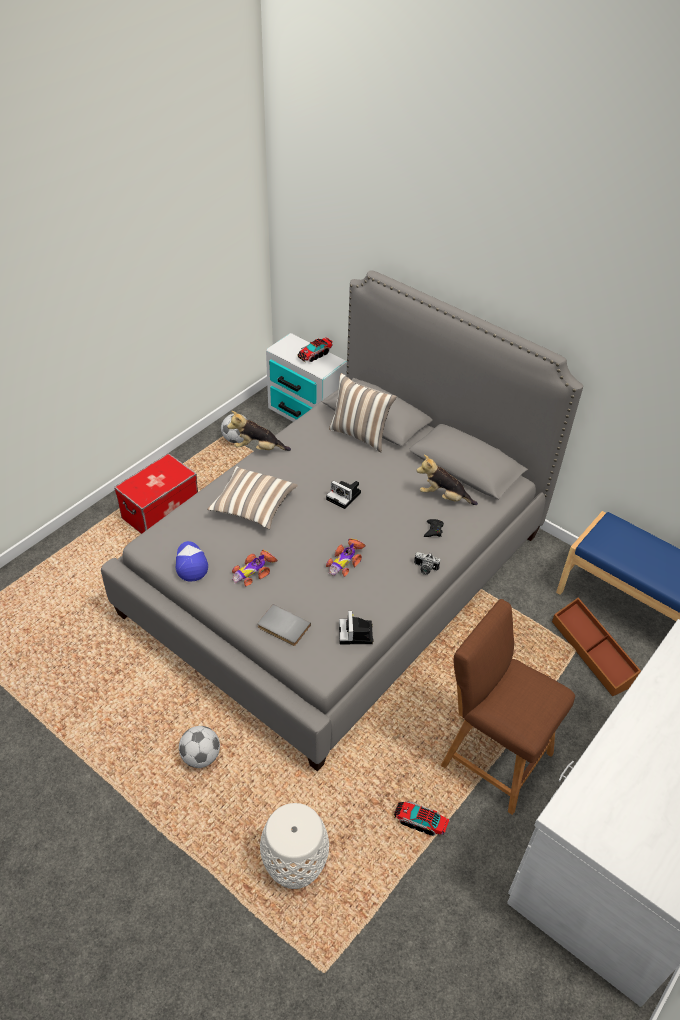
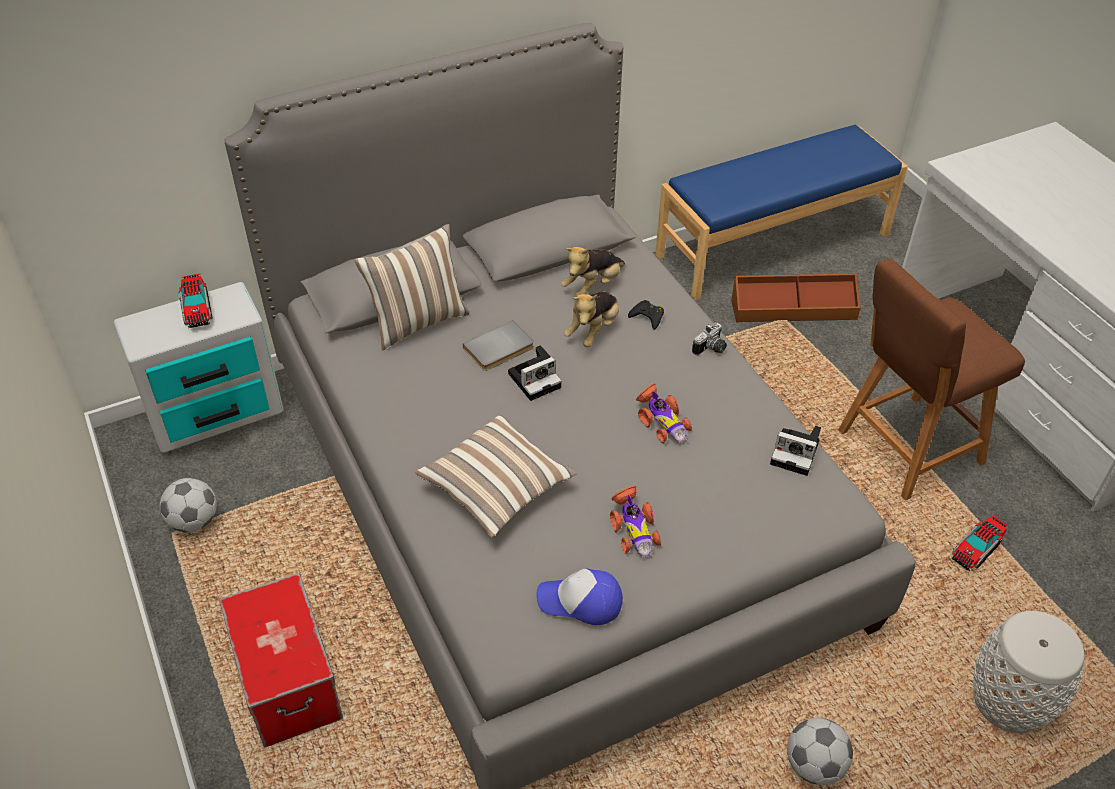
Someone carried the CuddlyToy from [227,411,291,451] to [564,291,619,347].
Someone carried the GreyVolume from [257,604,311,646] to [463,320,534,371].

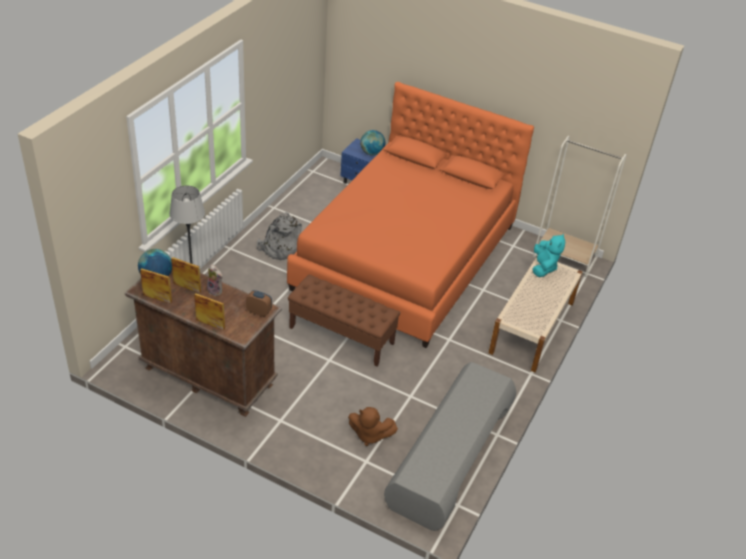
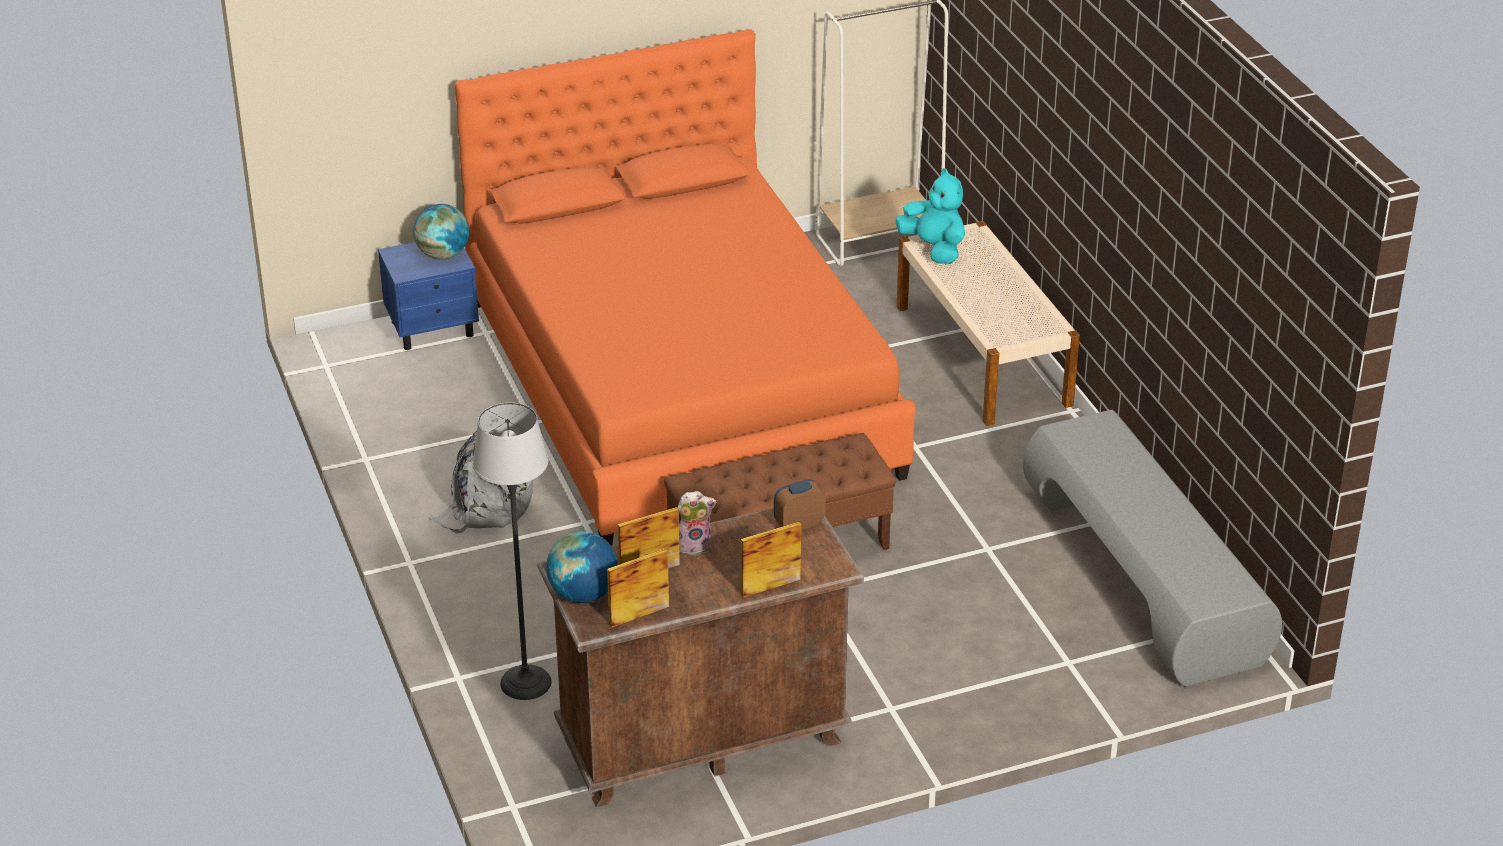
Someone took away the BrownCuddlyToy at [348,407,398,446].

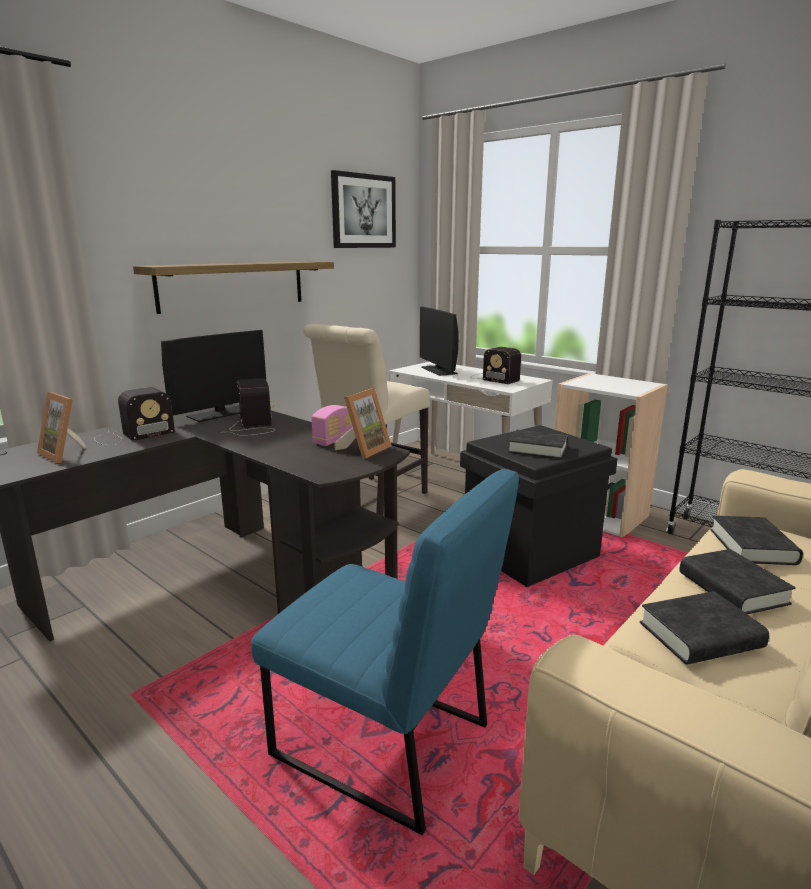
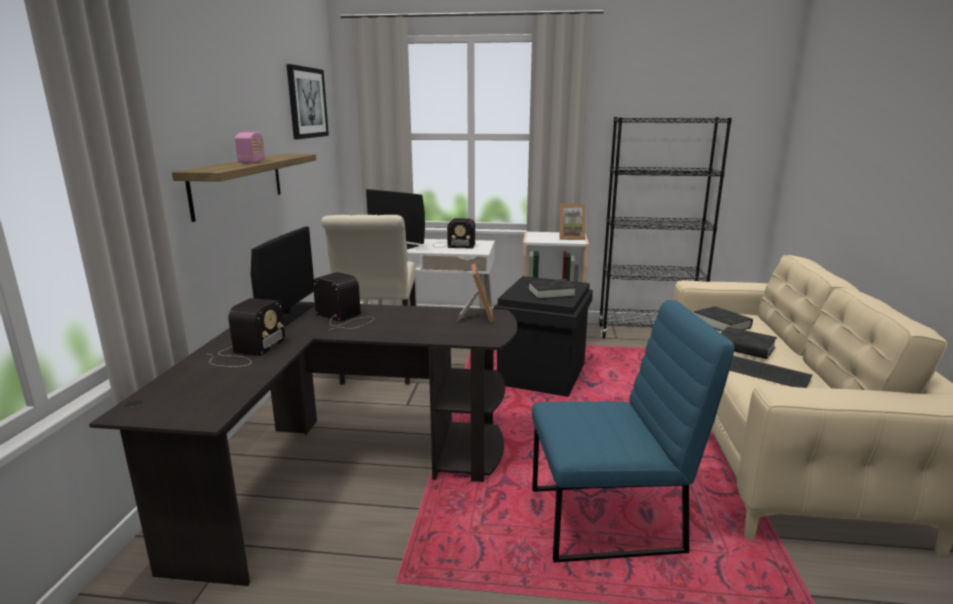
Someone carried the StandingFrame from [37,392,85,463] to [559,204,586,240].
Someone carried the RadioSet from [312,405,353,446] to [235,132,265,164].
Someone swapped the BlackishVolume at [640,591,769,664] for the ComputerKeyboard at [729,356,813,388].

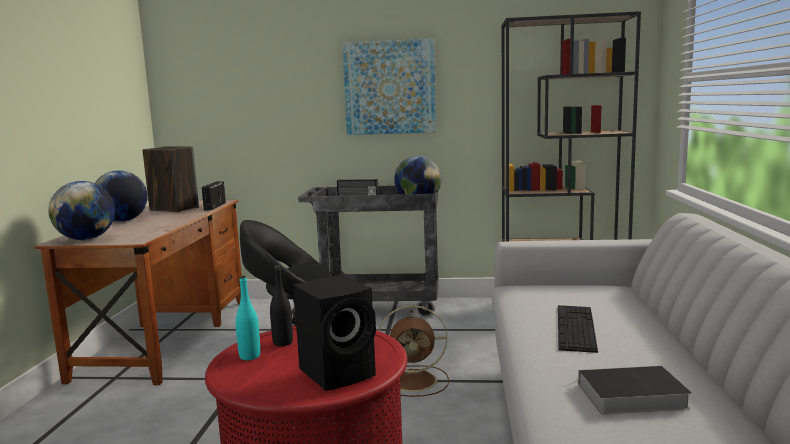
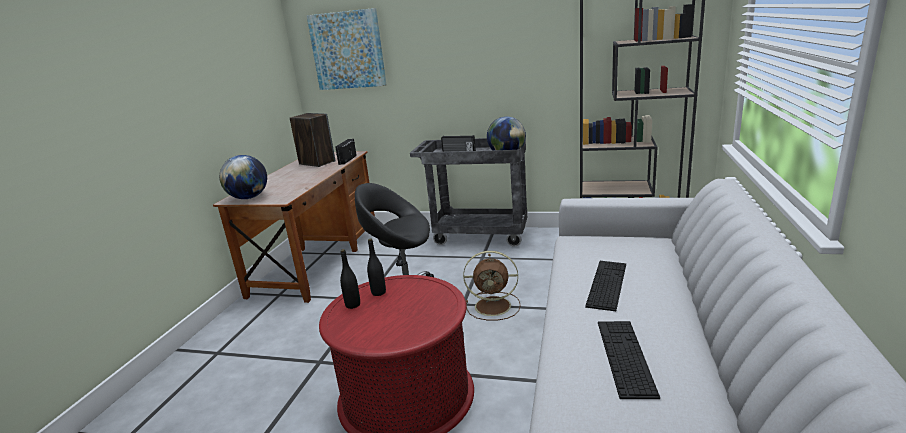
Someone took away the DeskGlobe at [95,170,148,222].
Someone took away the BlackishAudioSpeaker at [293,275,376,391].
Someone carried the WallPicture from [342,38,436,135] to [306,8,386,90].
Someone swapped the Volume at [566,365,691,414] for the ComputerKeyboard at [598,321,660,399].
Someone repainted the TurquoiseColouredBottle at [236,275,260,360], which became the BlackishBottle at [340,249,360,309].

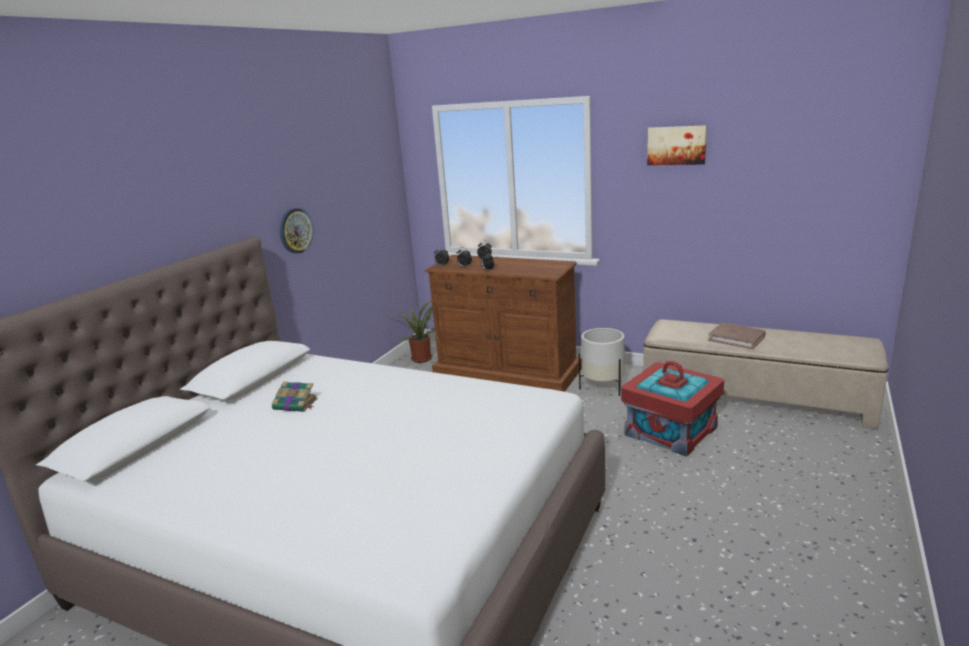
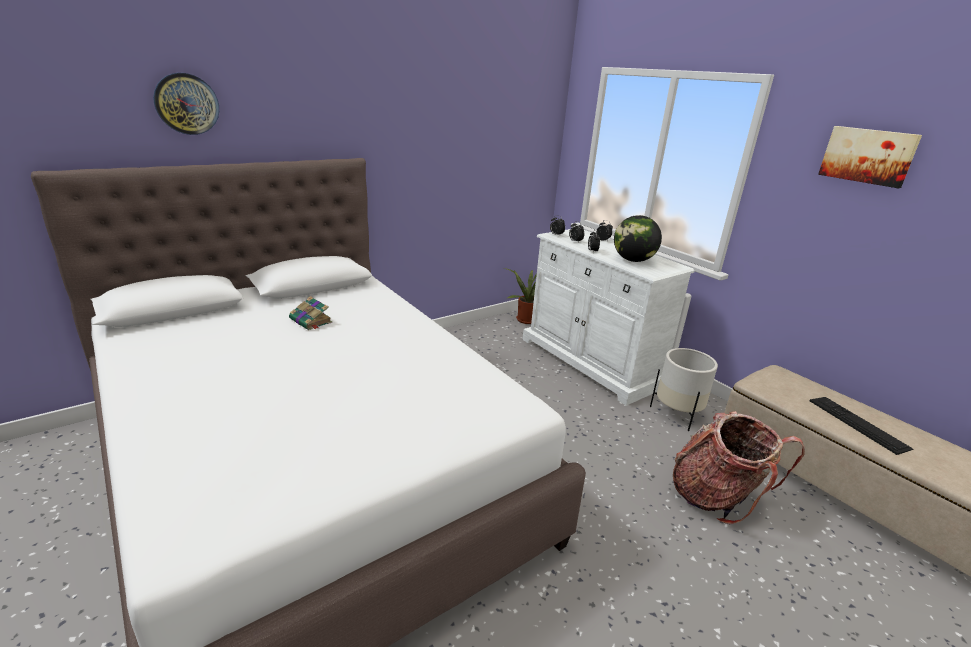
Someone put down the DeskGlobe at [614,215,662,262].
Someone carried the ClockOnTheWall from [280,208,314,254] to [153,73,219,135].
Someone swapped the RedColouredStorageBox at [621,361,724,457] for the Backpack at [673,411,805,525].
Someone swapped the BrownVolume at [708,323,765,349] for the ComputerKeyboard at [810,397,914,455].
Someone repainted the BrownChestOfDrawers at [425,255,582,392], which became the WhiteColouredChestOfDrawers at [522,229,695,406].

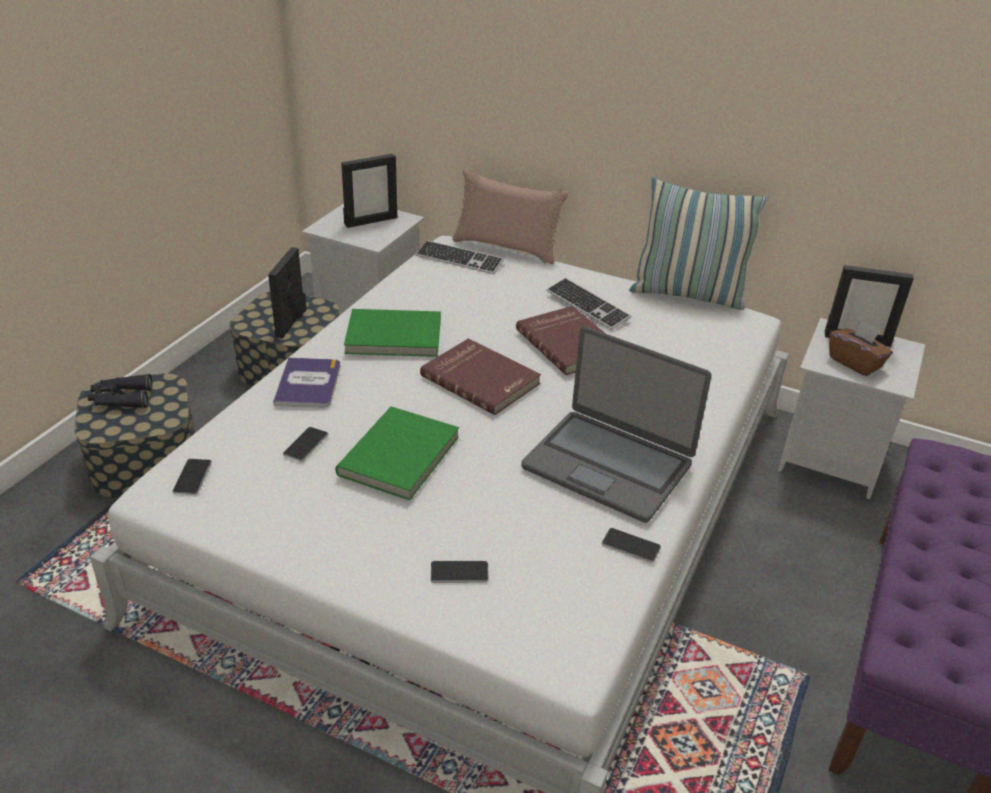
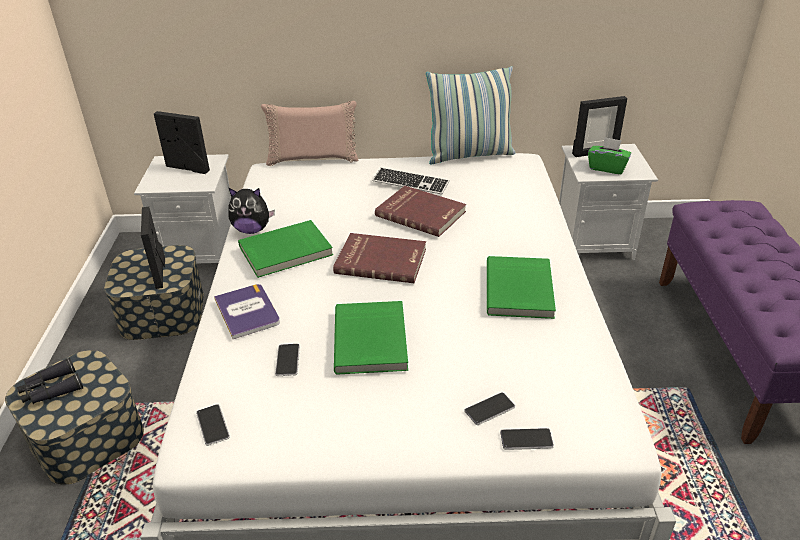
Someone took away the ComputerKeyboard at [415,240,504,274].
Someone put down the CuddlyToy at [229,188,275,234].
Someone carried the Phone from [602,528,661,563] to [500,428,554,450].
Someone swapped the Laptop at [521,326,711,523] for the GreenishVolume at [487,256,556,319].
Someone repainted the BrownTissueHolder at [829,320,893,376], which became the GreenishTissueHolder at [588,137,631,174].
Someone rotated the StandingFrame at [341,154,397,228] by 105 degrees counterclockwise.

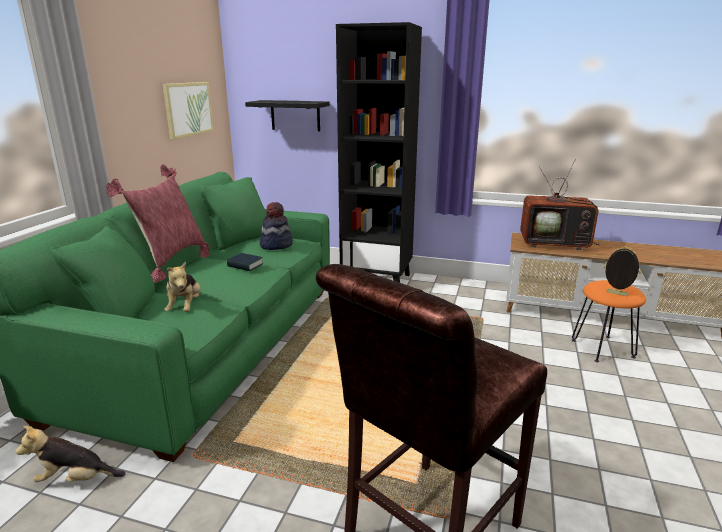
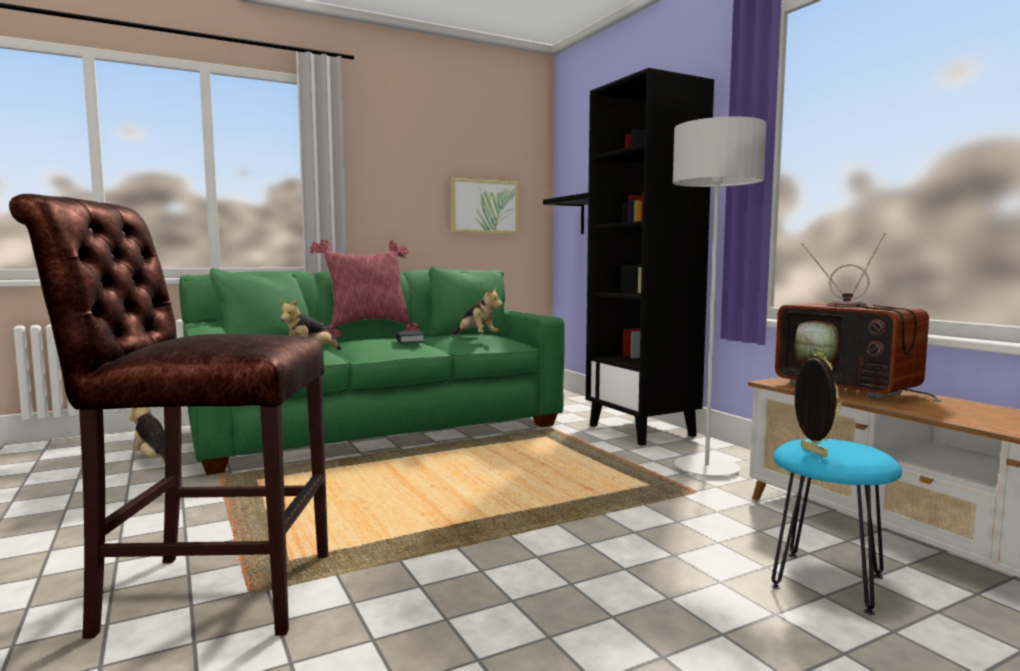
Someone put down the GreyFloorLamp at [673,116,767,477].
Someone swapped the WearableHat at [260,202,293,250] for the CuddlyToy at [452,287,503,335].
Someone repainted the OrangeColouredStool at [572,280,646,362], which became the TurquoiseColouredStool at [771,439,902,615].

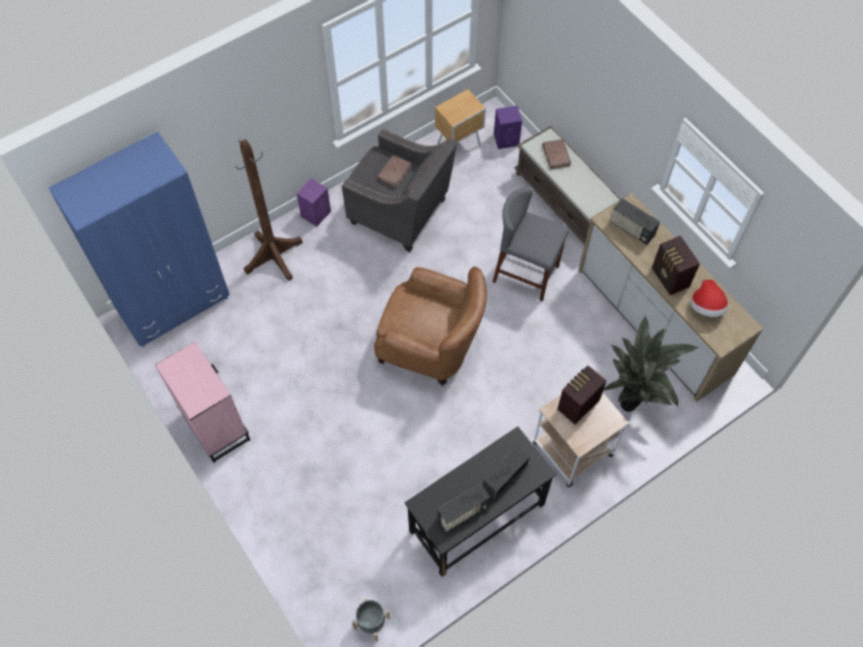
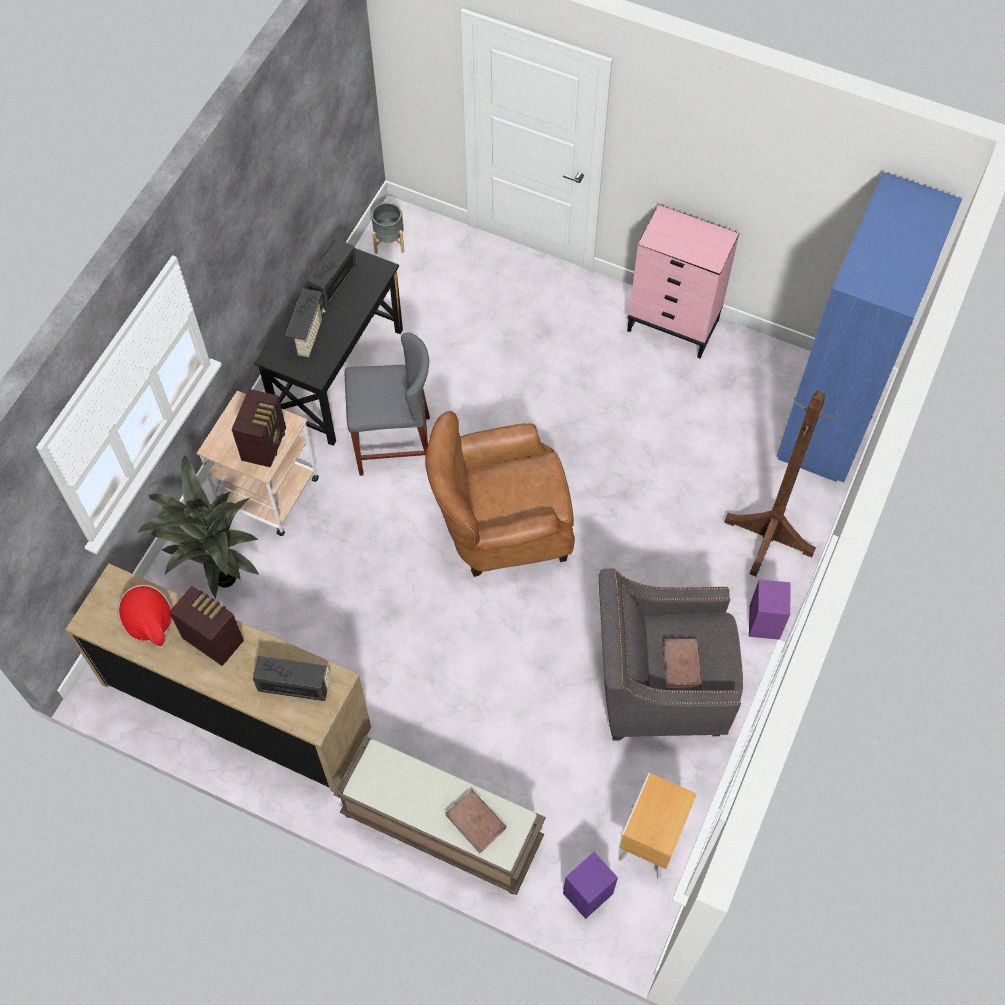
Someone carried the GreyStool from [493,188,569,301] to [345,333,430,476].

